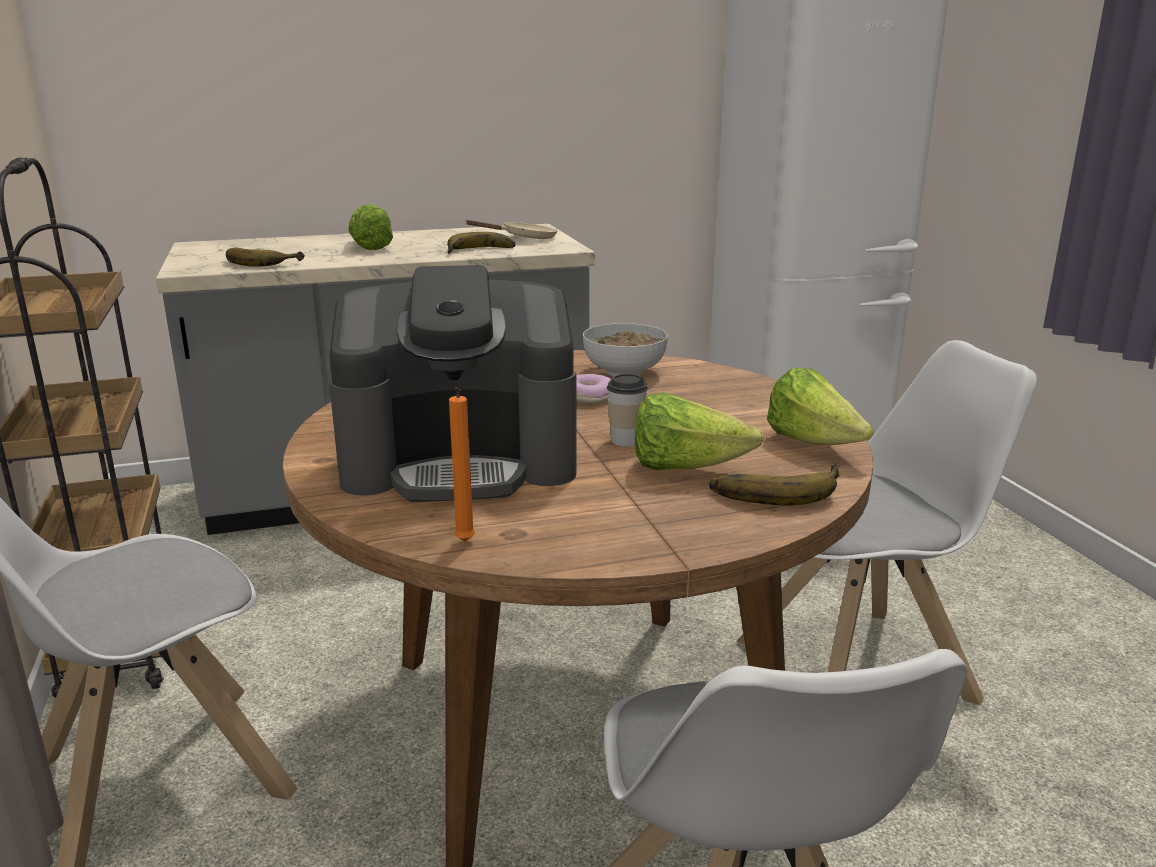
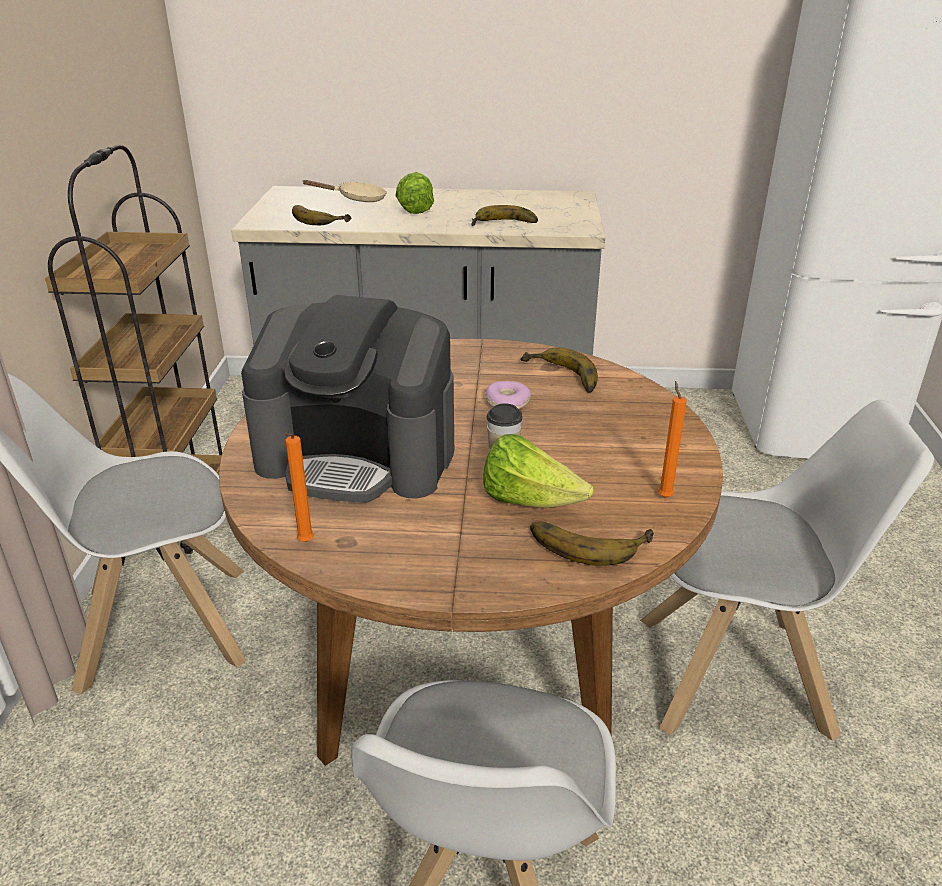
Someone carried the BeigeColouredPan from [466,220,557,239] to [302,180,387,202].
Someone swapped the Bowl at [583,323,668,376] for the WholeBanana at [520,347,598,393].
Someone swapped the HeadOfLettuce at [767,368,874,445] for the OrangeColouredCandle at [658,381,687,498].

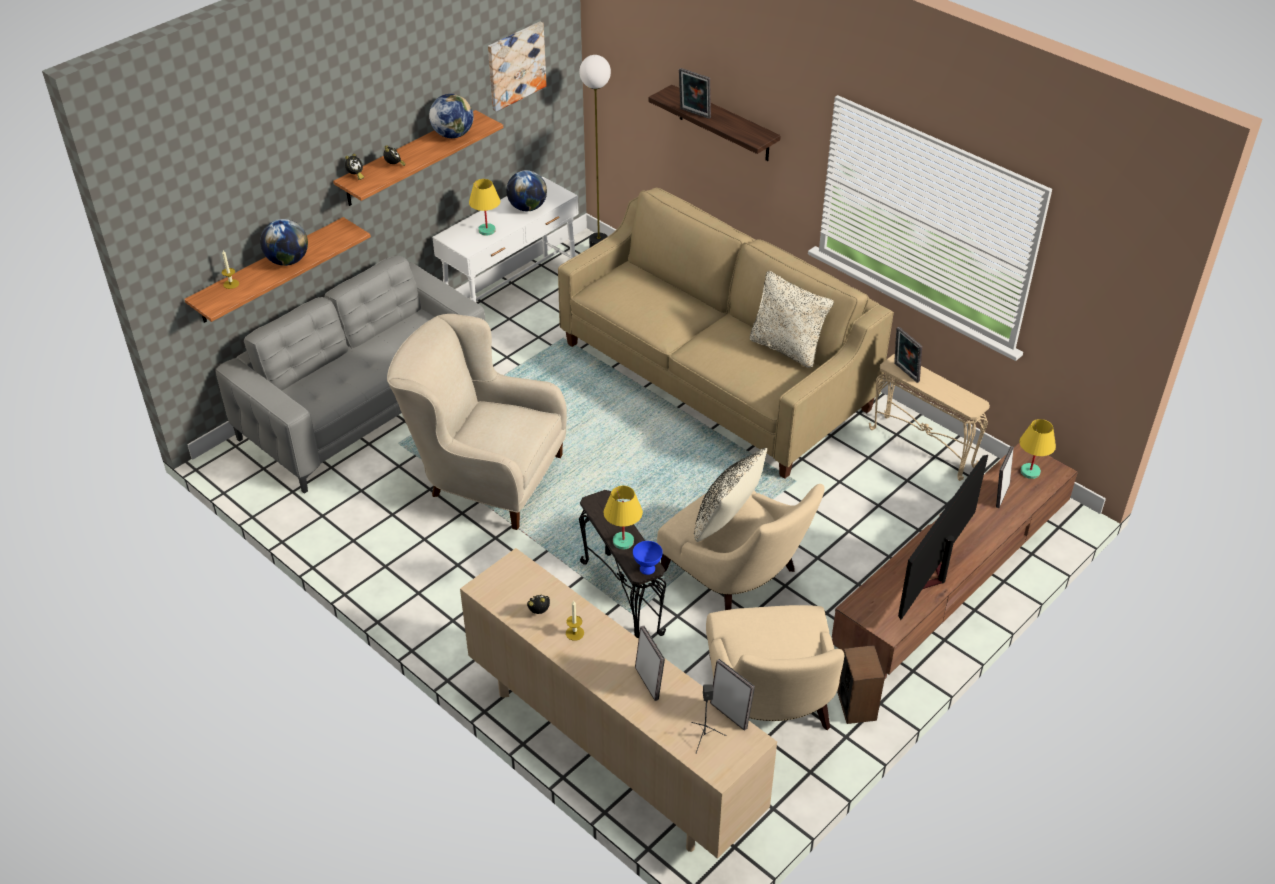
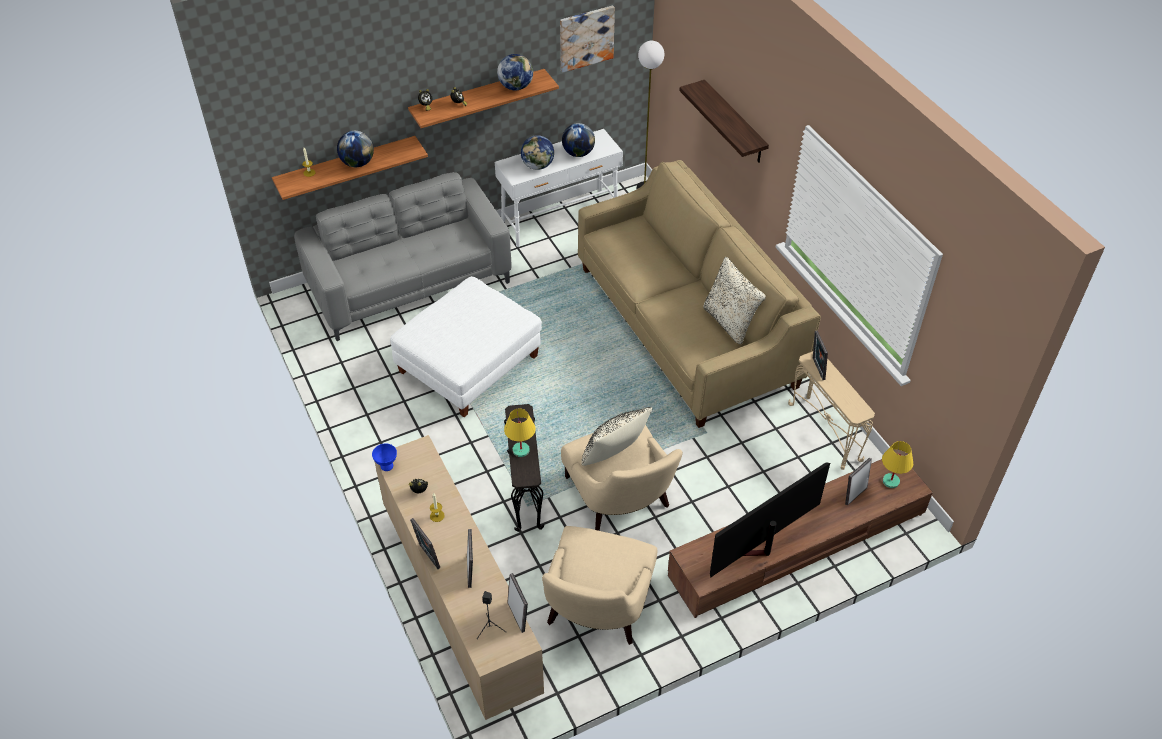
Someone took away the AudioSpeaker at [837,645,885,724].
Someone carried the BluishBowl from [633,541,663,575] to [372,444,397,471].
Someone carried the StandingFrame from [679,68,711,119] to [410,518,440,569].
Someone swapped the BeigeColouredEasyChair at [387,314,567,530] for the WhiteColouredPouffe at [390,276,542,417].
Someone swapped the YellowColouredTableLamp at [469,179,500,236] for the DeskGlobe at [521,135,554,170].

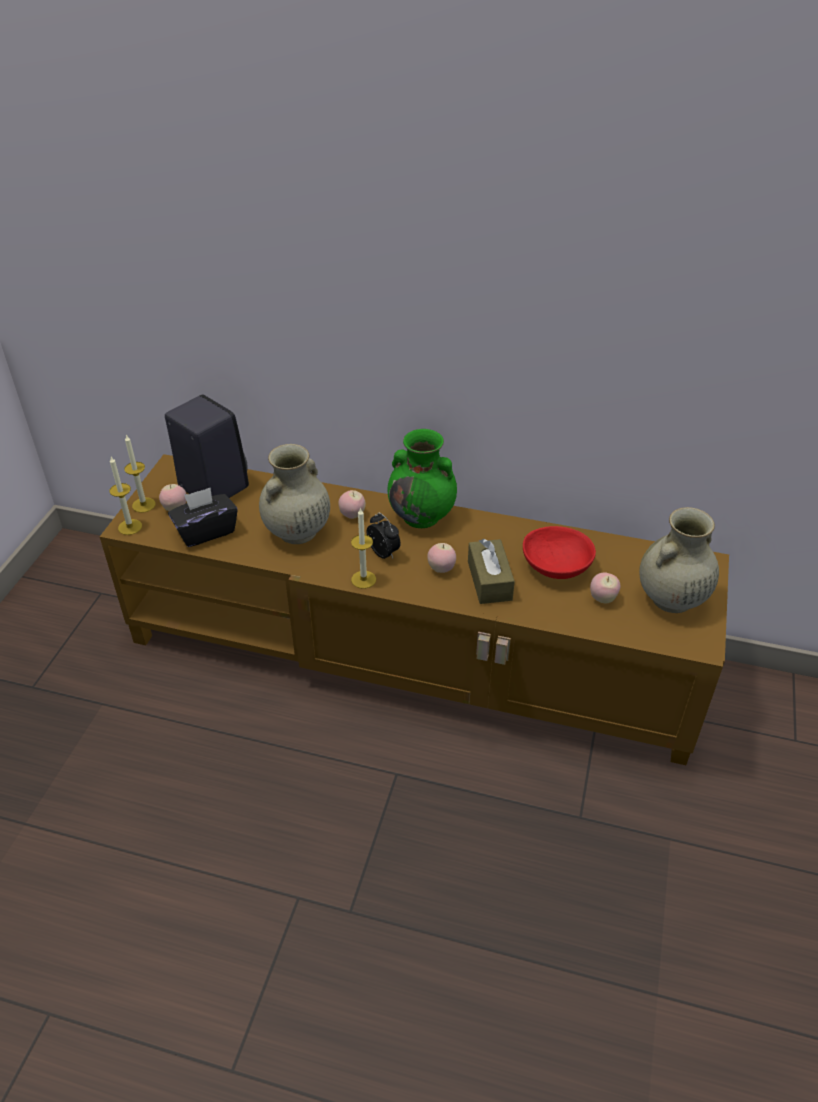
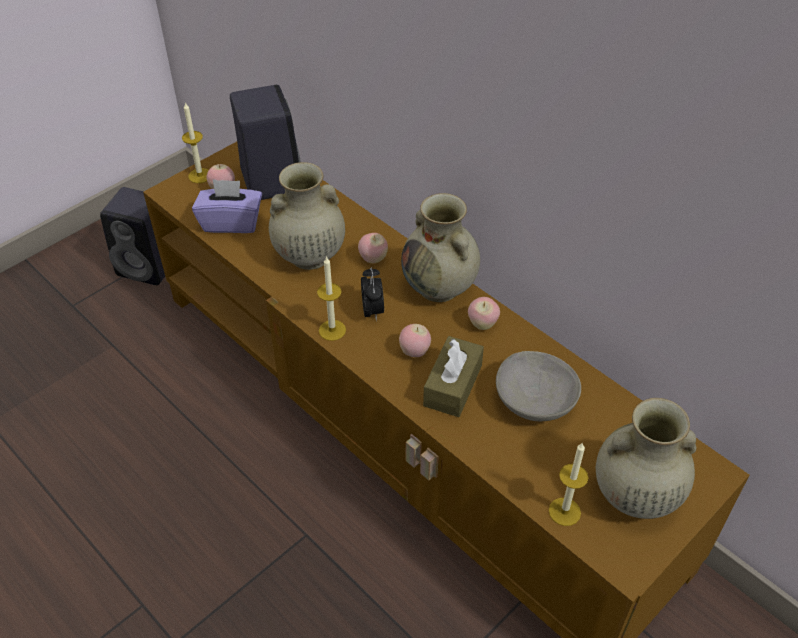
Someone put down the BlackishAudioSpeaker at [100,187,165,285].
Someone carried the Candle from [110,457,142,535] to [549,442,589,526].
Someone carried the WholeApple from [590,572,620,604] to [468,297,500,330].
Someone repainted the BlackishTissueHolder at [168,488,238,547], which became the PurplishTissueHolder at [192,179,262,233].
Someone repainted the GreenishFlowerVase at [387,429,457,528], which became the BeigeColouredFlowerVase at [401,193,480,302].
Someone repainted the RedColouredBowl at [523,526,596,579], which became the GreyBowl at [496,351,581,421].

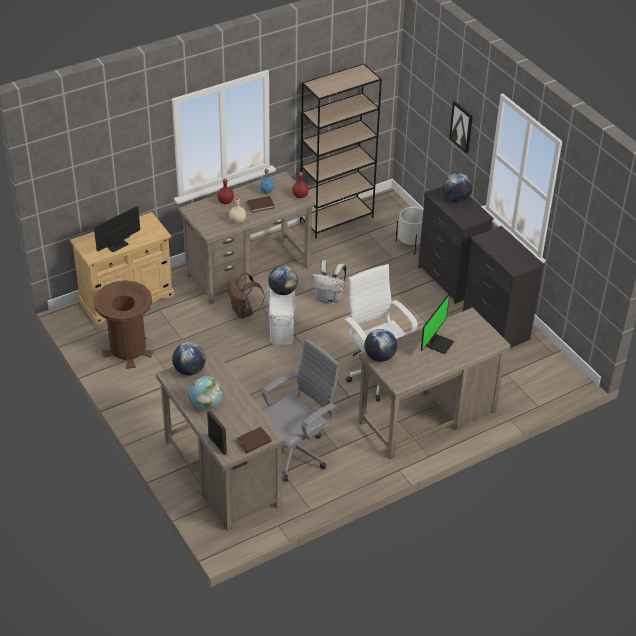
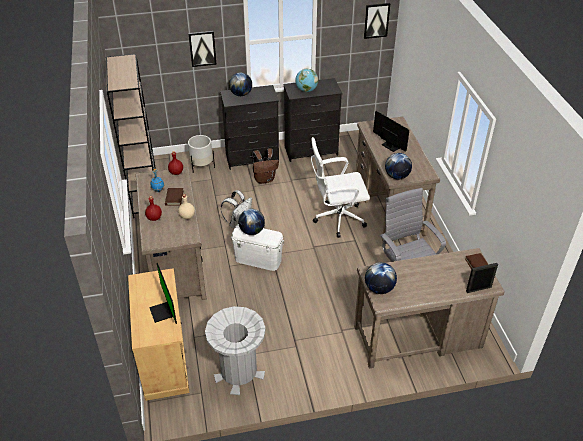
Someone put up the WallPicture at [364,3,390,39].
Someone carried the DeskGlobe from [189,376,223,410] to [295,69,318,92].
Someone carried the BrownBackpack from [227,272,265,319] to [252,148,279,184].
Someone repainted the BrownWasteBin at [94,280,153,369], which became the GreyWasteBin at [205,306,266,395].

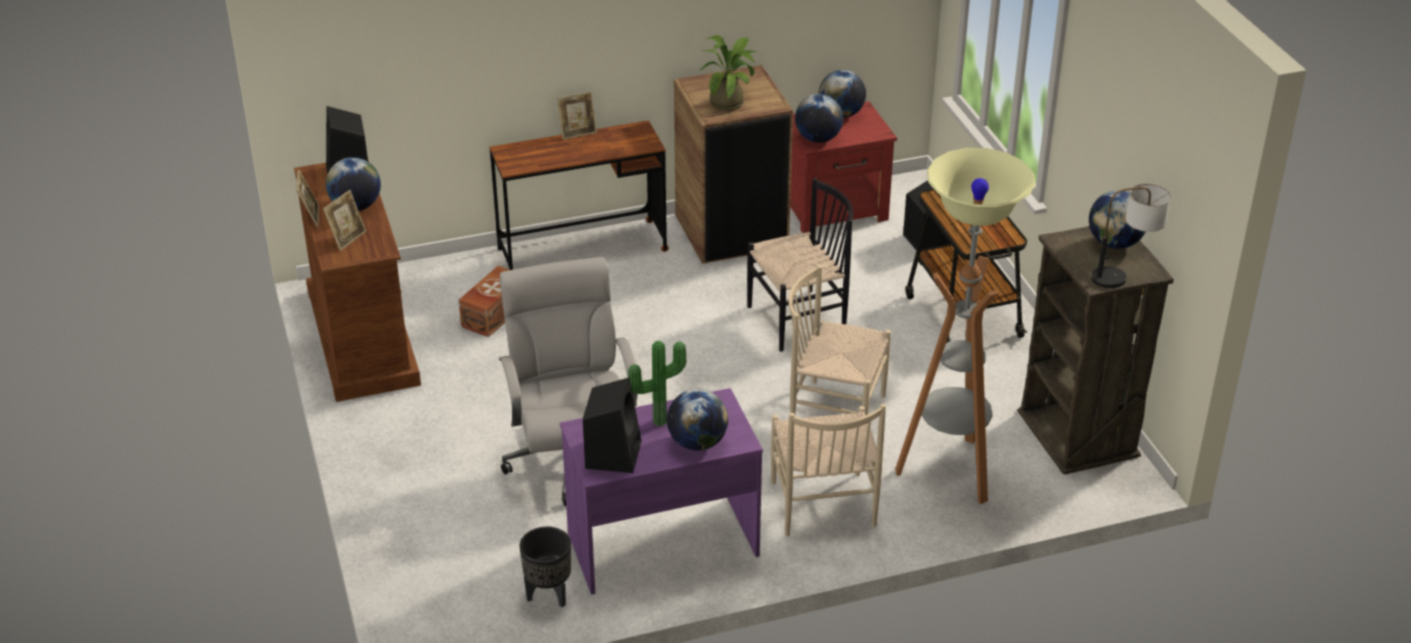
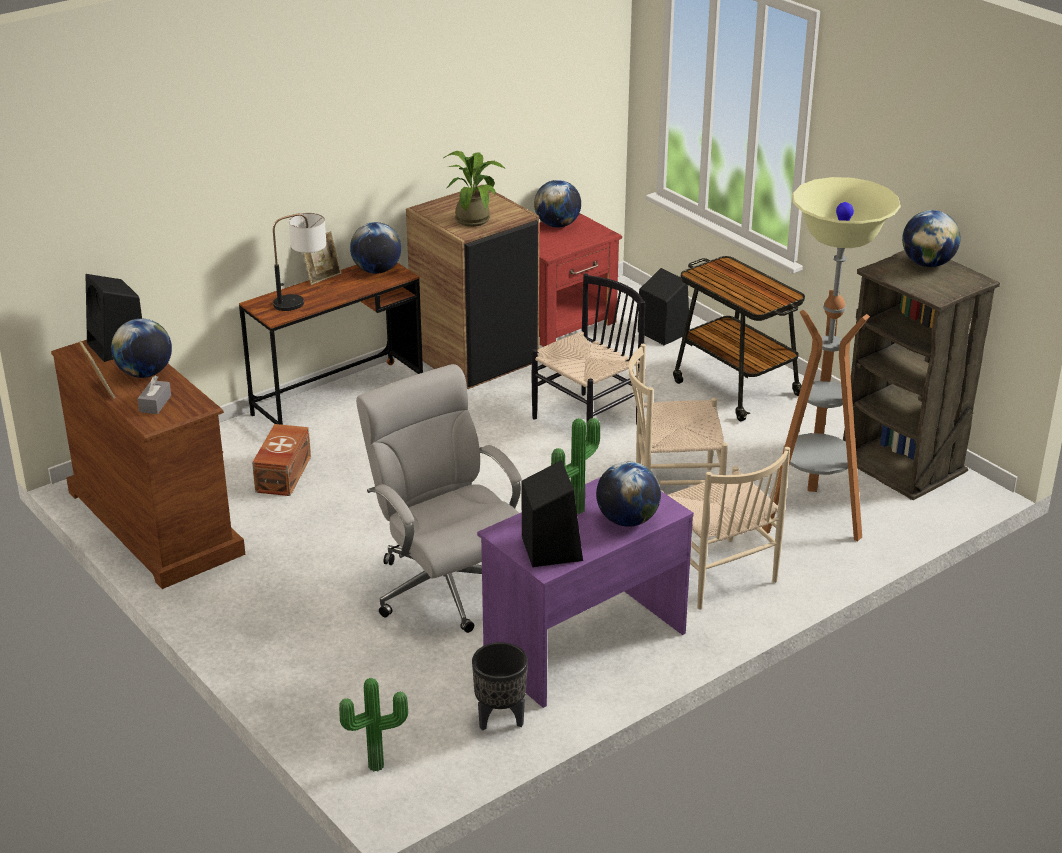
Someone put down the PottedPlant at [339,678,408,772].
Someone carried the DeskGlobe from [795,94,844,143] to [350,222,401,274].
Someone carried the TableLamp from [1091,184,1171,288] to [273,213,327,311].
Someone swapped the StandingFrame at [323,190,366,251] for the GreyTissueHolder at [137,376,171,414].

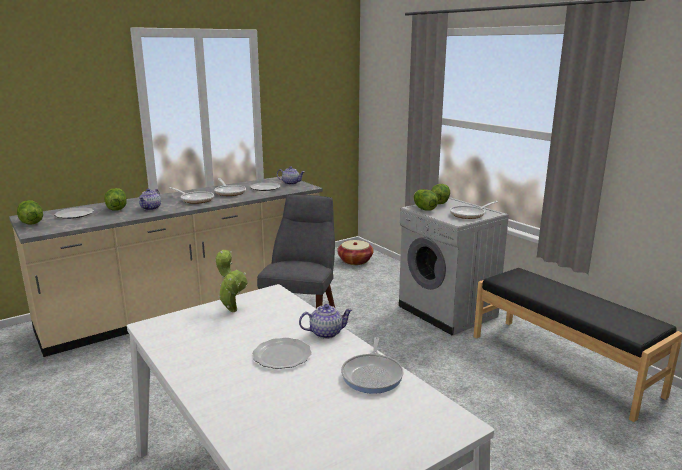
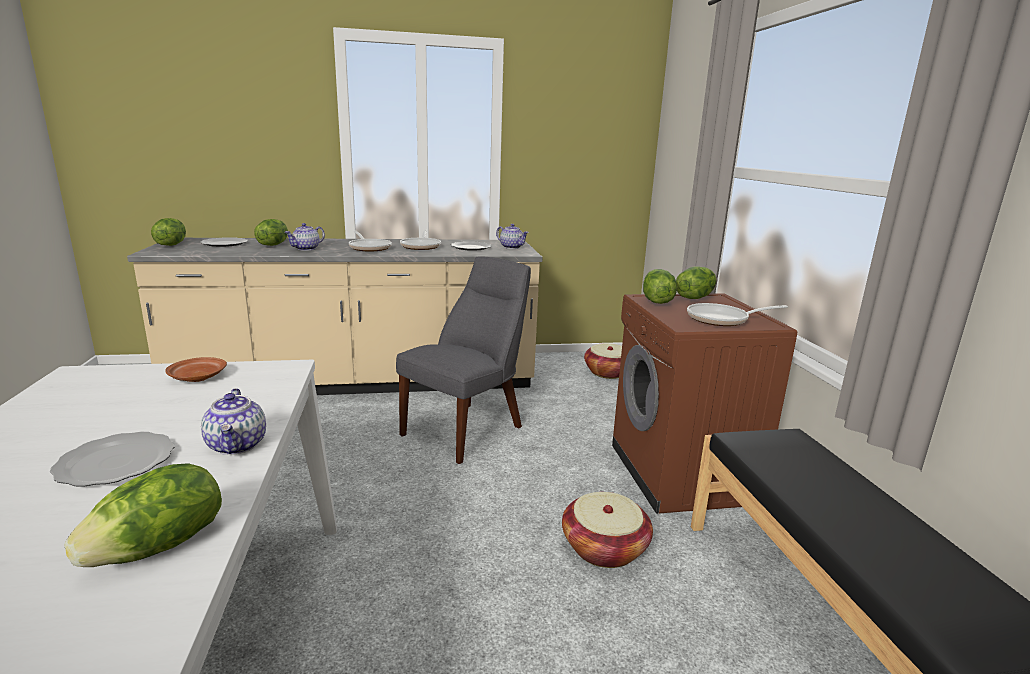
Someone put down the Basket at [562,492,653,568].
Someone swapped the PottedPlant at [215,250,248,312] for the BrownPlate at [165,357,227,382].
Someone swapped the Pan at [341,337,404,394] for the HeadOfLettuce at [65,463,222,567].
Someone repainted the WhiteColouredLaundryMachine at [399,197,509,335], which became the BrownLaundryMachine at [612,293,797,514].
Someone rotated the Teapot at [299,304,353,339] by 60 degrees clockwise.

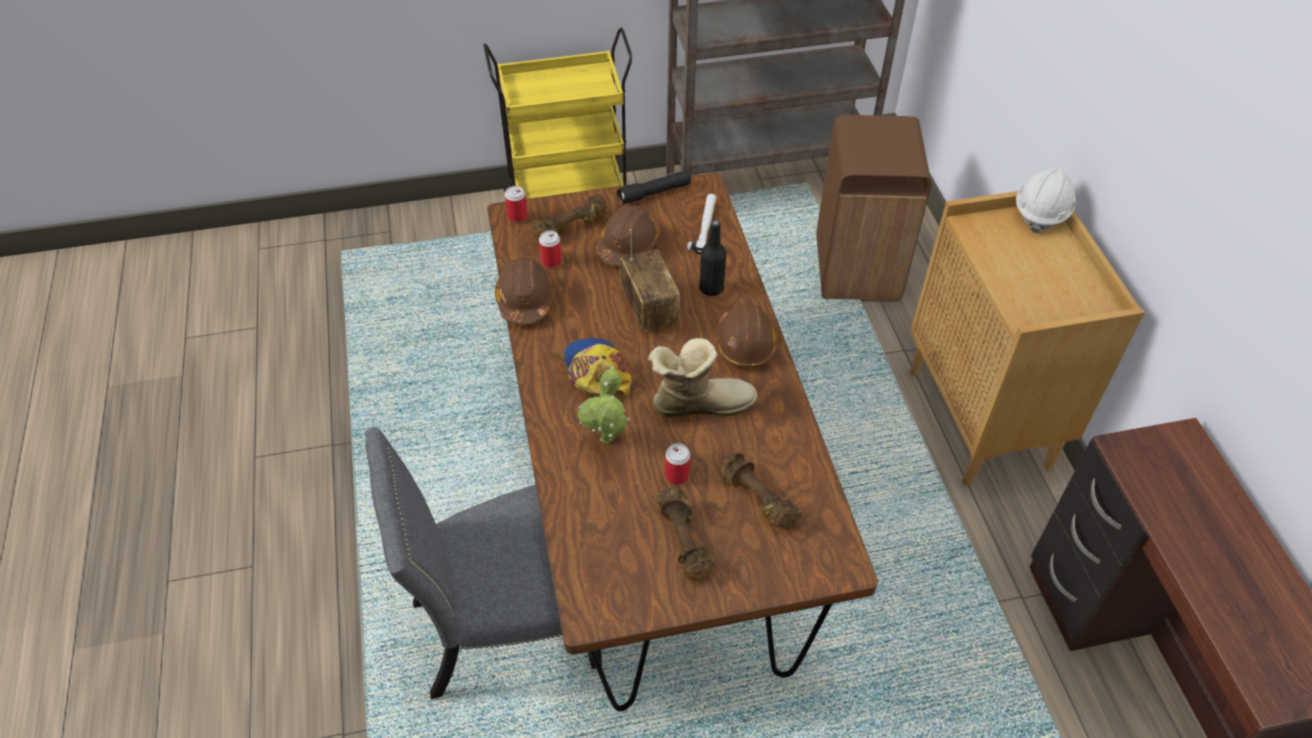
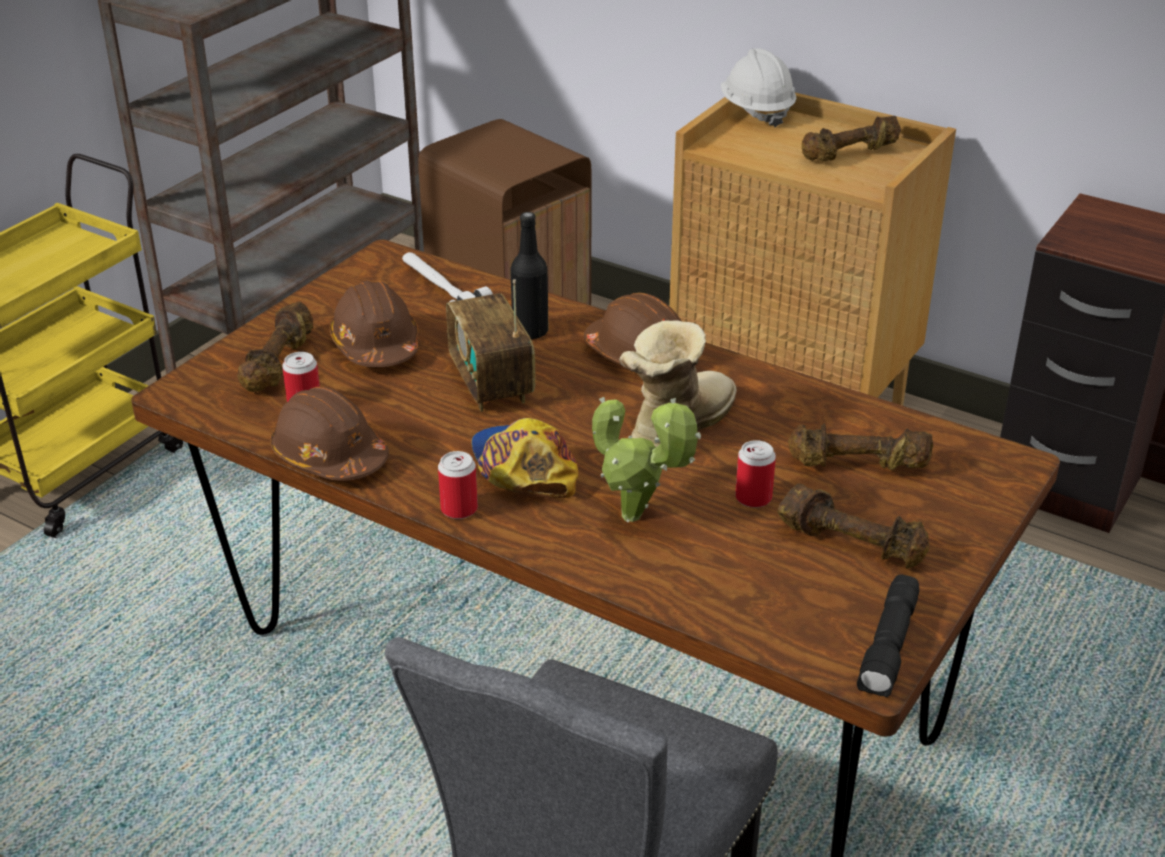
Someone put down the BrownDumbbell at [802,116,901,161].
Someone carried the SealedCan from [505,186,528,222] to [438,451,478,519].
Someone carried the BlackishHandTorch from [617,170,691,204] to [857,574,919,697].
Someone rotated the BaseballCap at [564,338,632,398] by 45 degrees clockwise.
Someone rotated the RadioSet at [620,229,680,333] by 135 degrees counterclockwise.

